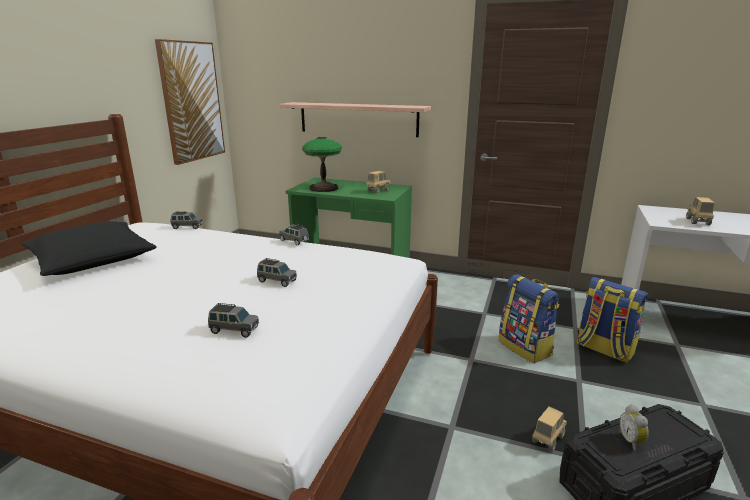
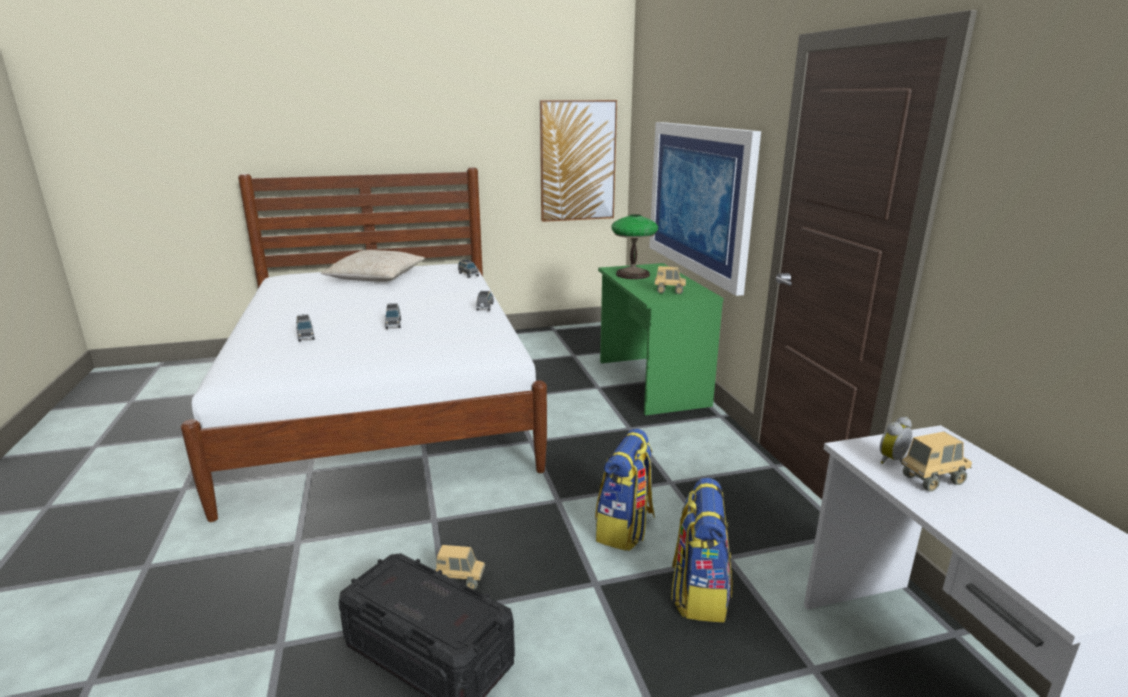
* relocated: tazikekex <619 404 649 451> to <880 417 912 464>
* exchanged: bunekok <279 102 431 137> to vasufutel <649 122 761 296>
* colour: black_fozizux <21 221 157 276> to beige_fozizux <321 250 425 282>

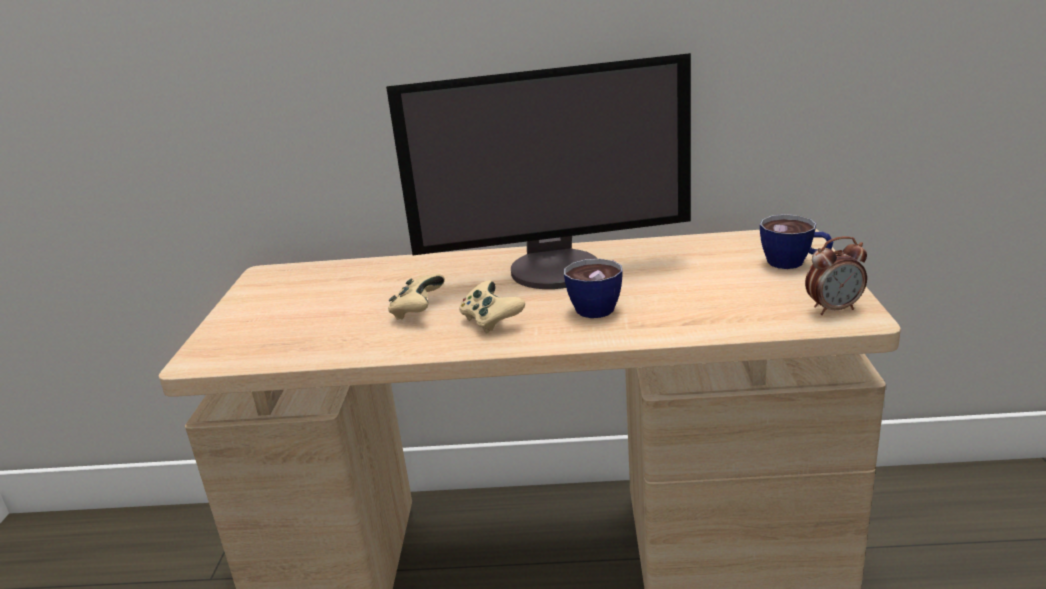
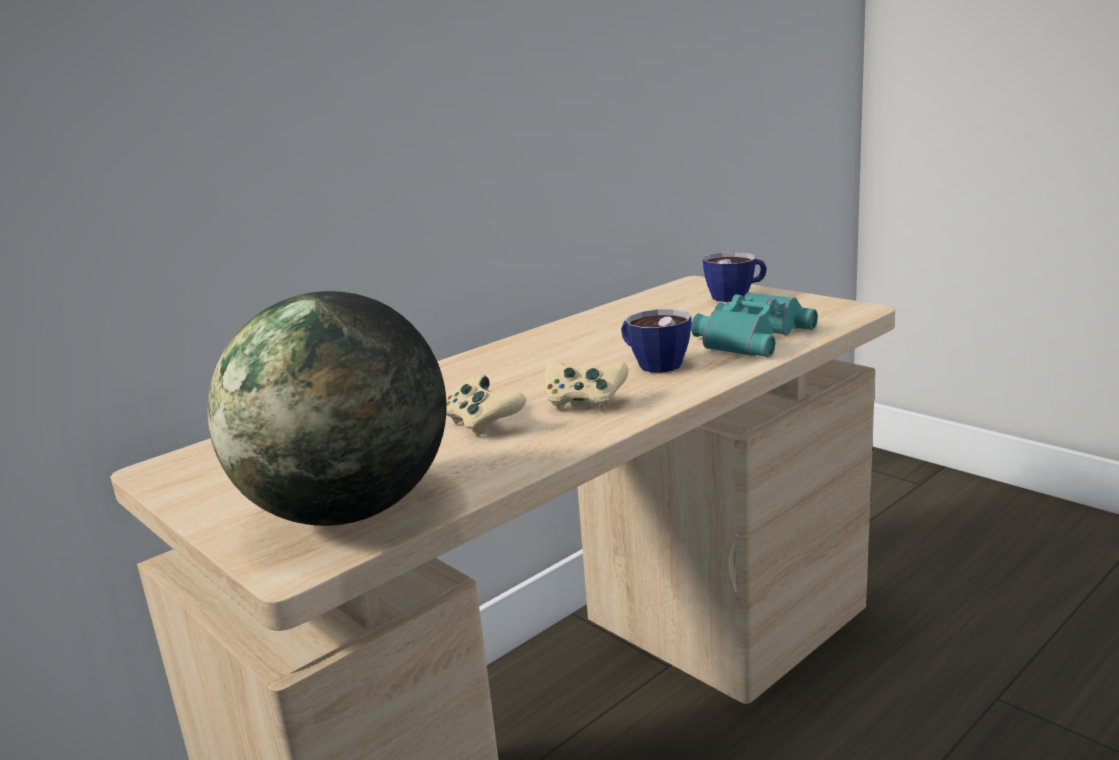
* missing: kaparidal <386 53 691 289>
* missing: tazikekex <805 236 867 315>
* appeared: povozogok <207 291 446 526>
* appeared: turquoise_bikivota <691 292 818 357>

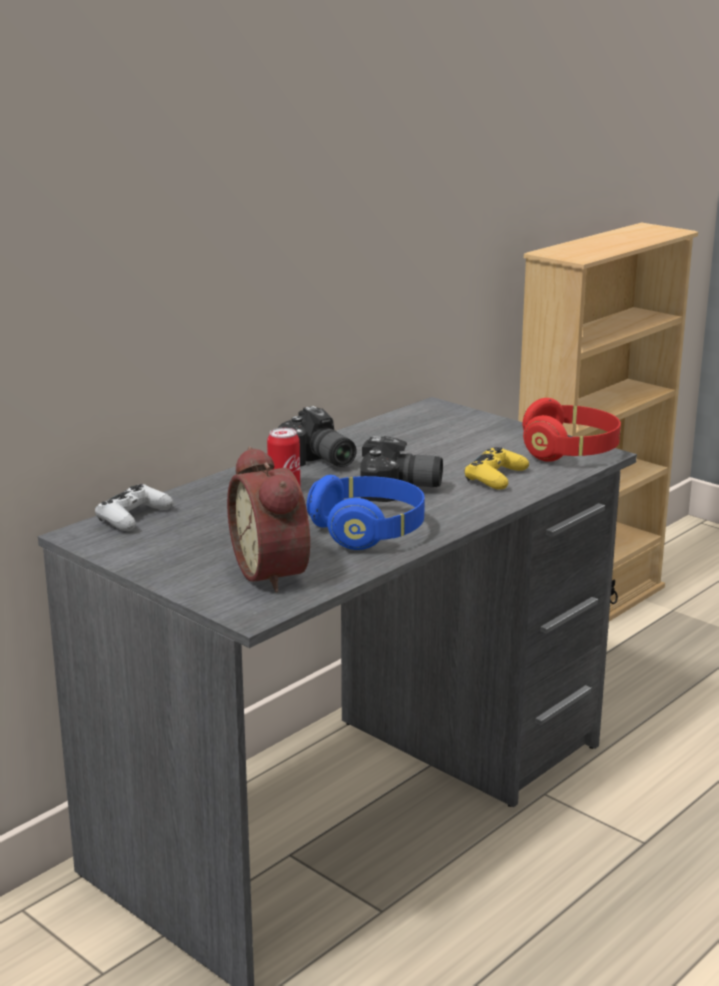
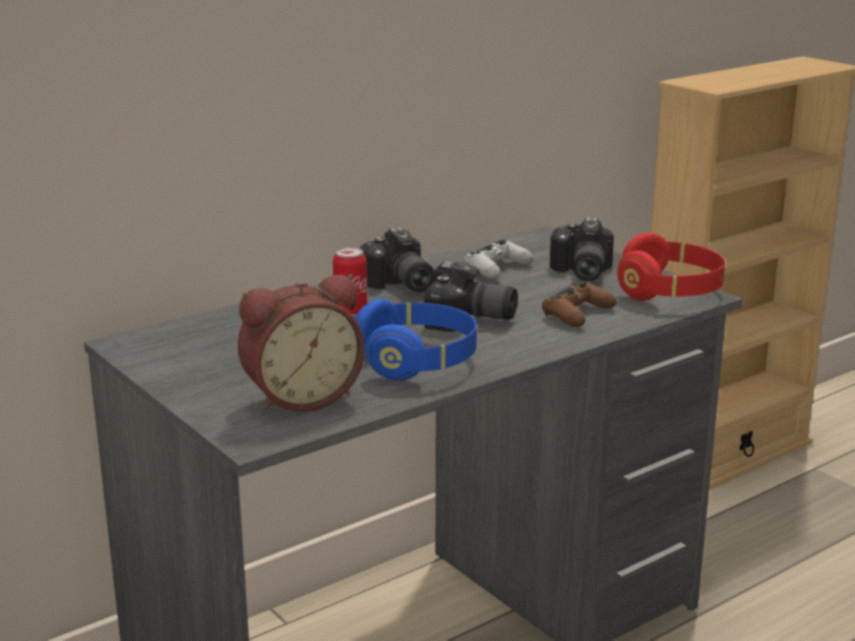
* appeared: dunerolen <550 217 614 282>
* relocated: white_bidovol <95 484 174 531> to <464 240 533 279>
* colour: yellow_bidovol <465 447 529 490> to brown_bidovol <542 281 617 327>
* spun: tazikekex <227 446 310 592> = <237 274 365 413> 105 degrees counterclockwise

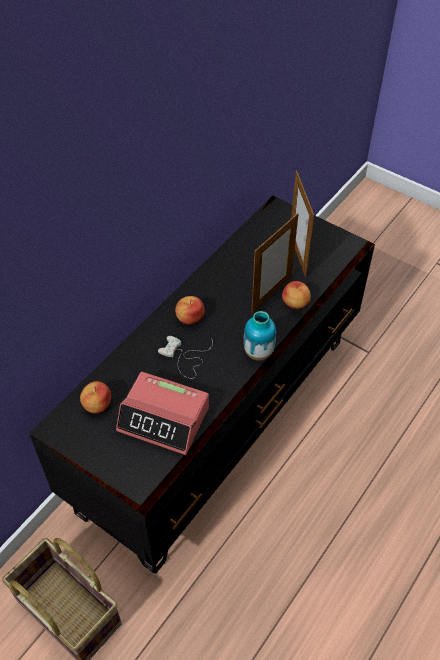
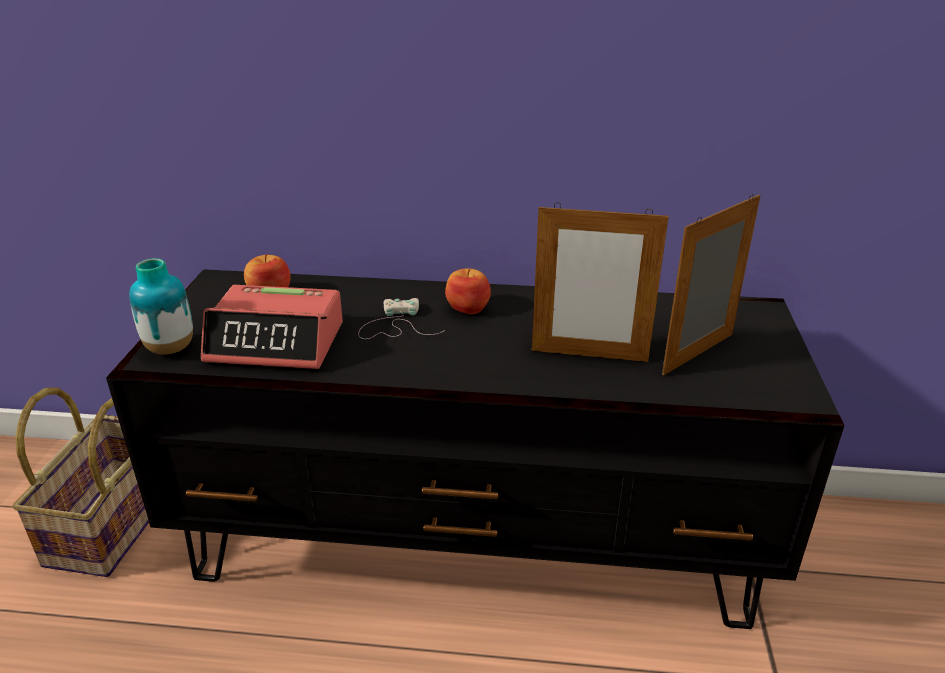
* missing: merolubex <282 281 311 309>
* relocated: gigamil <244 311 276 361> to <129 258 193 355>
* spun: tazikekex <116 372 209 455> = <201 285 343 369> 75 degrees counterclockwise

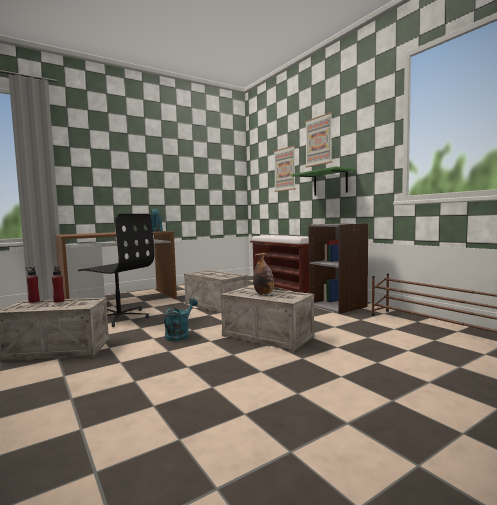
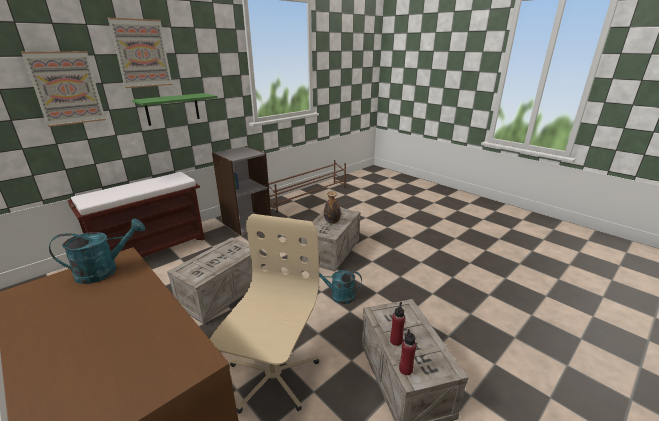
* colour: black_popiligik <78 214 155 327> to beige_popiligik <210 214 319 414>

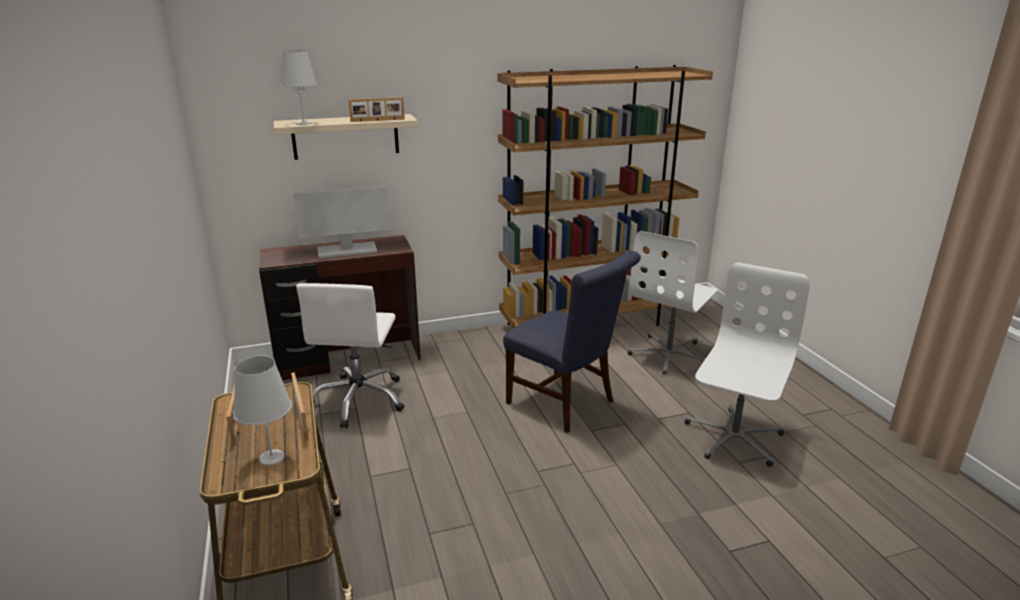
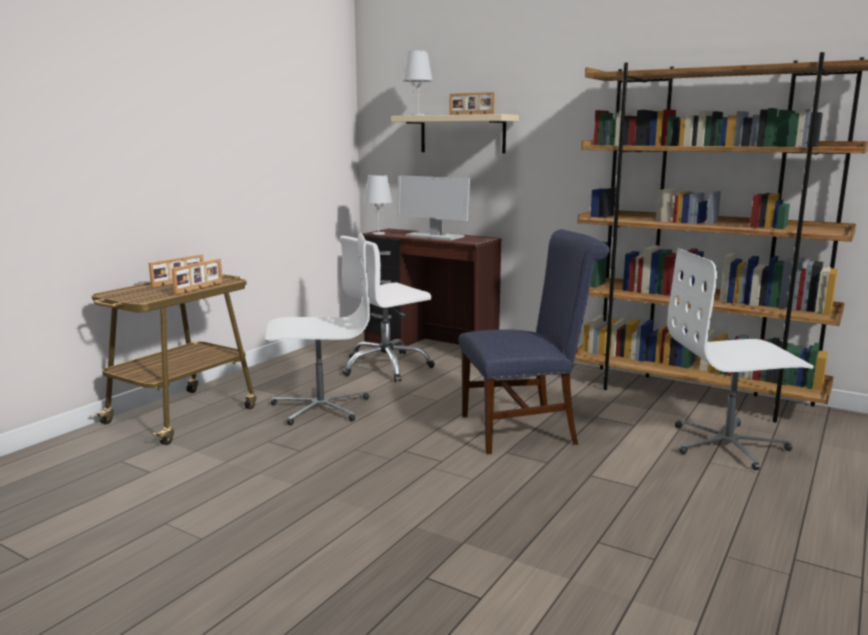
* relocated: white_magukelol <233 356 292 466> to <364 175 393 235>
* relocated: white_popiligik <684 262 810 467> to <265 233 370 425>
* spun: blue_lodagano <503 251 641 433> = <459 229 609 454> 105 degrees counterclockwise

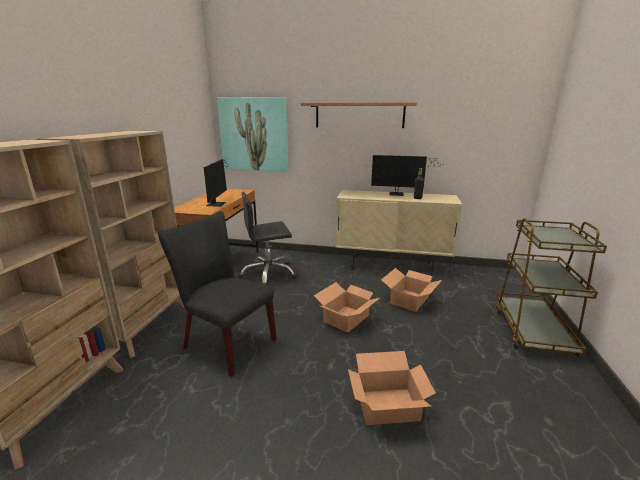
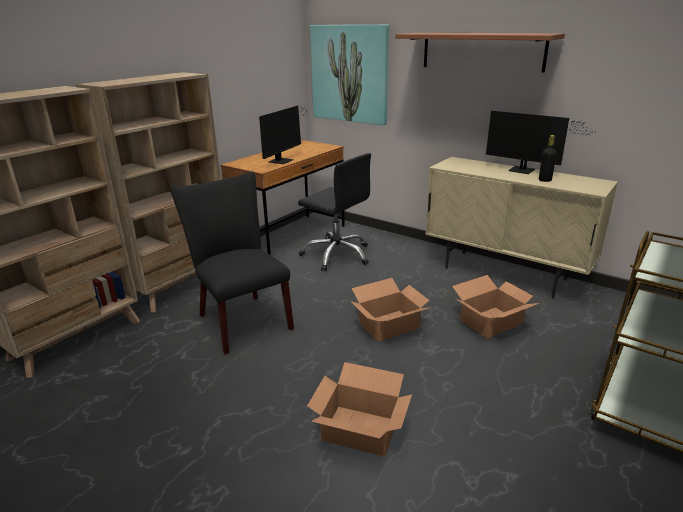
* spun: black_popiligik <238 192 297 285> = <298 153 371 271> 150 degrees counterclockwise

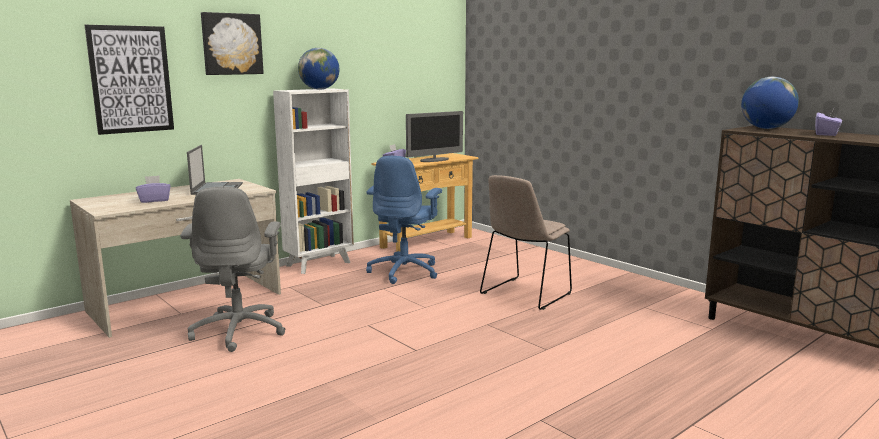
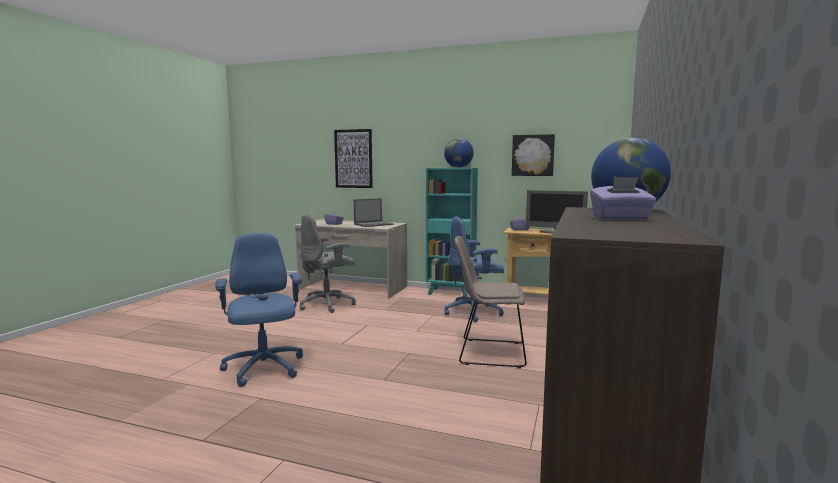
* appeared: blue_popiligik <215 233 303 387>
* relocated: vasufutel <201 12 264 75> to <512 134 555 176>
* colour: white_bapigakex <273 88 354 274> to turquoise_bapigakex <426 168 478 297>

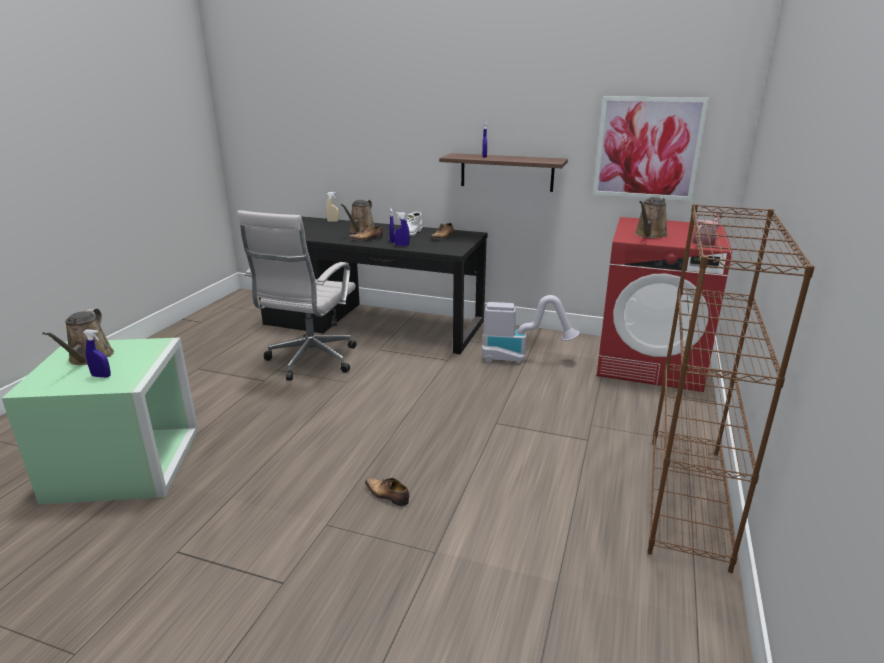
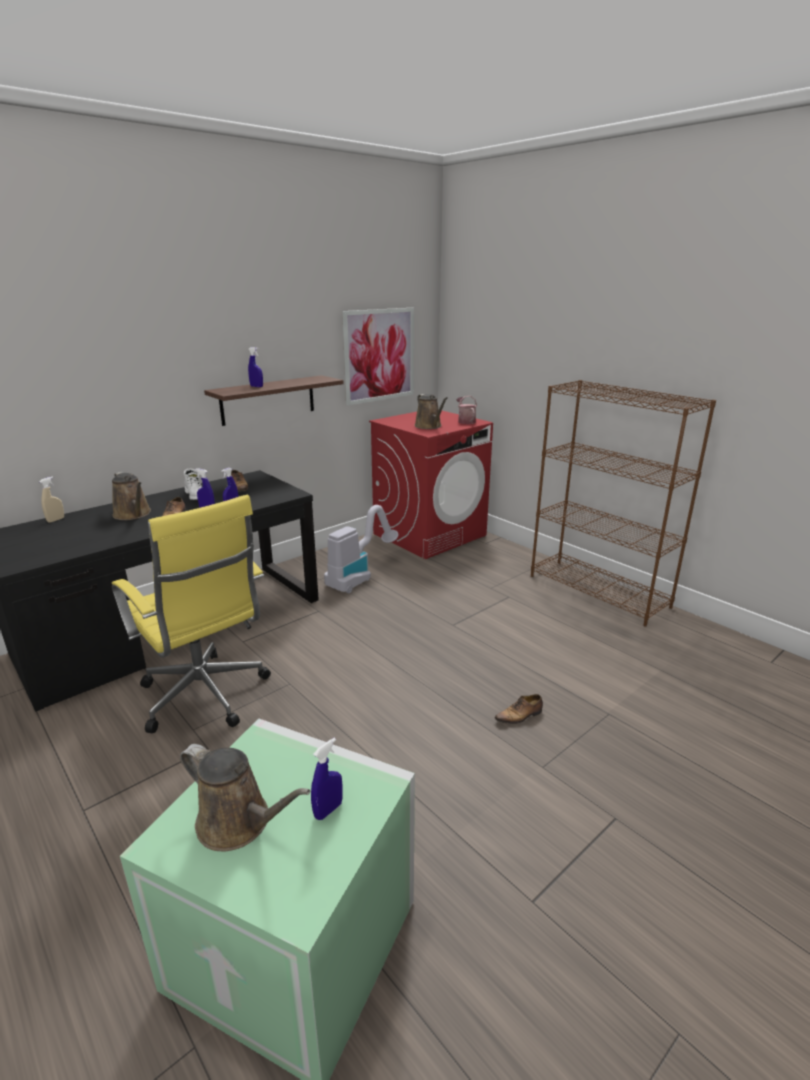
* colour: white_popiligik <237 210 356 381> to yellow_popiligik <112 495 271 733>

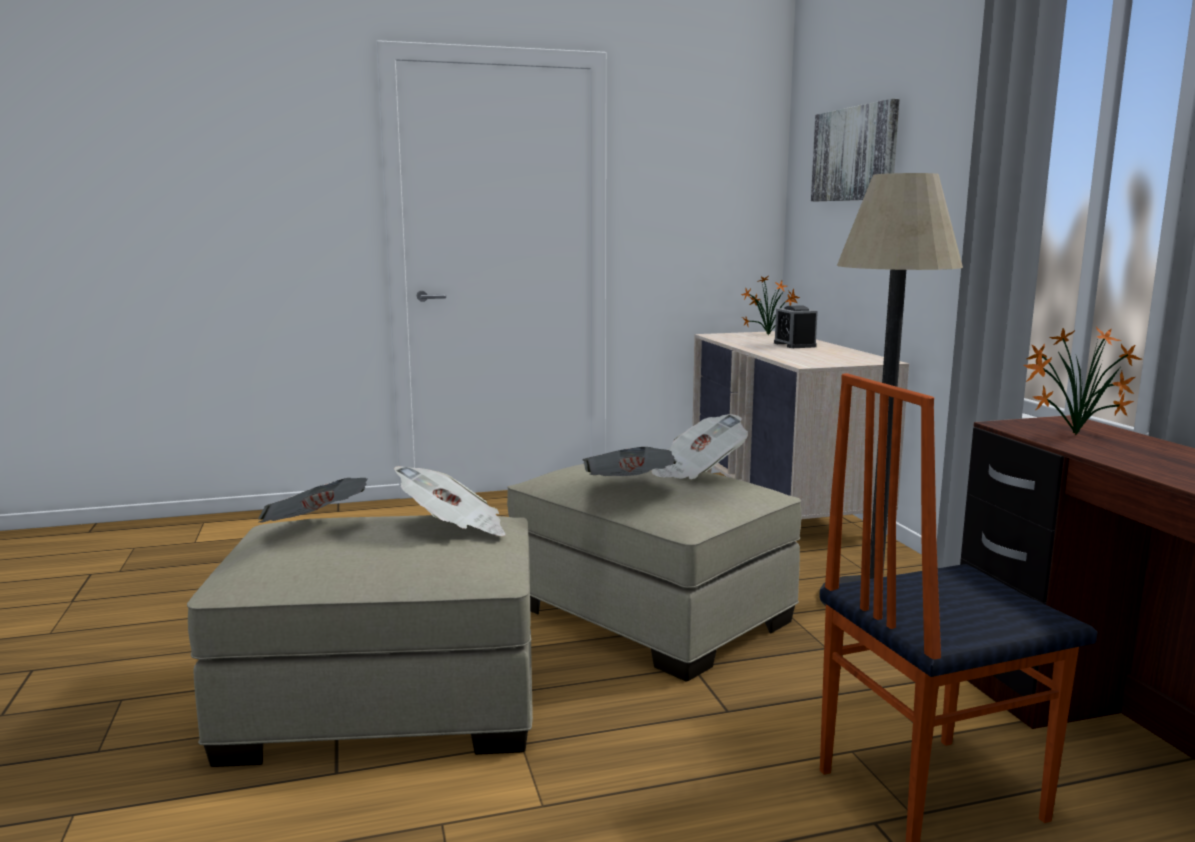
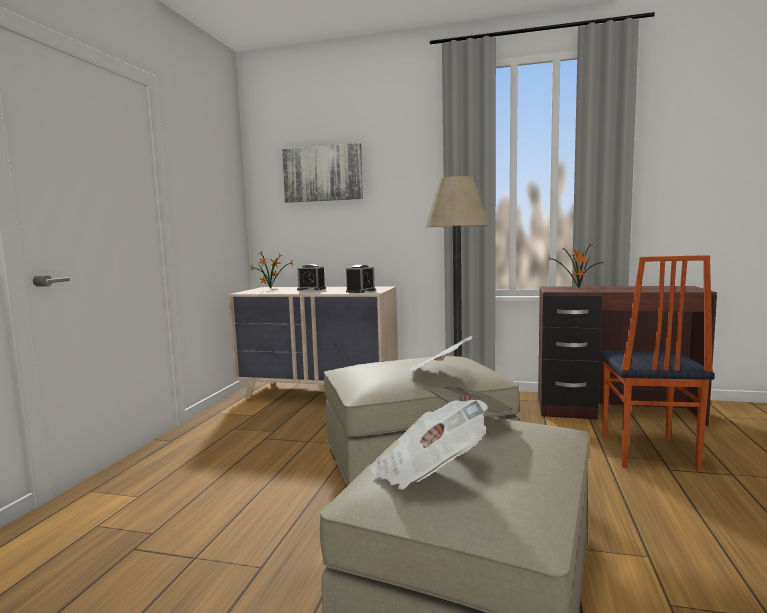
* missing: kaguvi <651 414 748 479>
* appeared: tazikekex <346 265 375 293>

